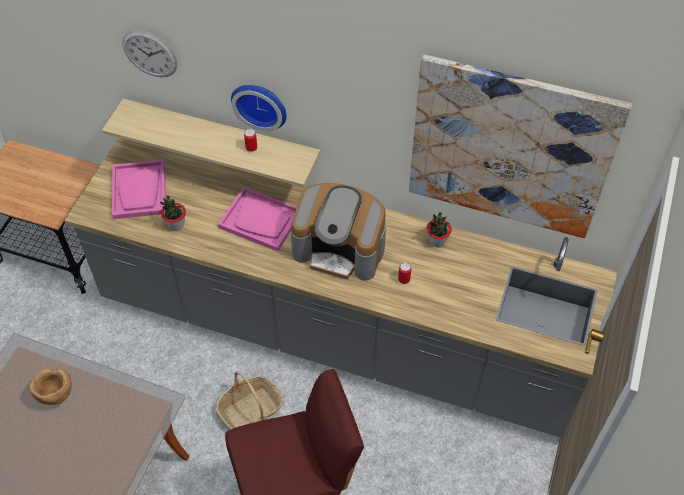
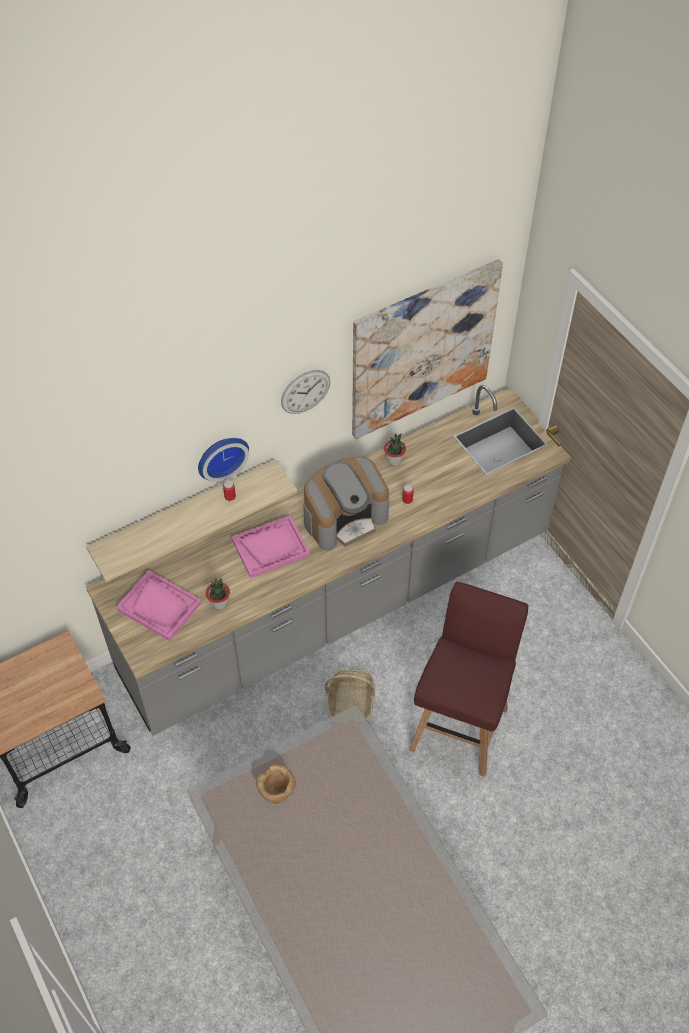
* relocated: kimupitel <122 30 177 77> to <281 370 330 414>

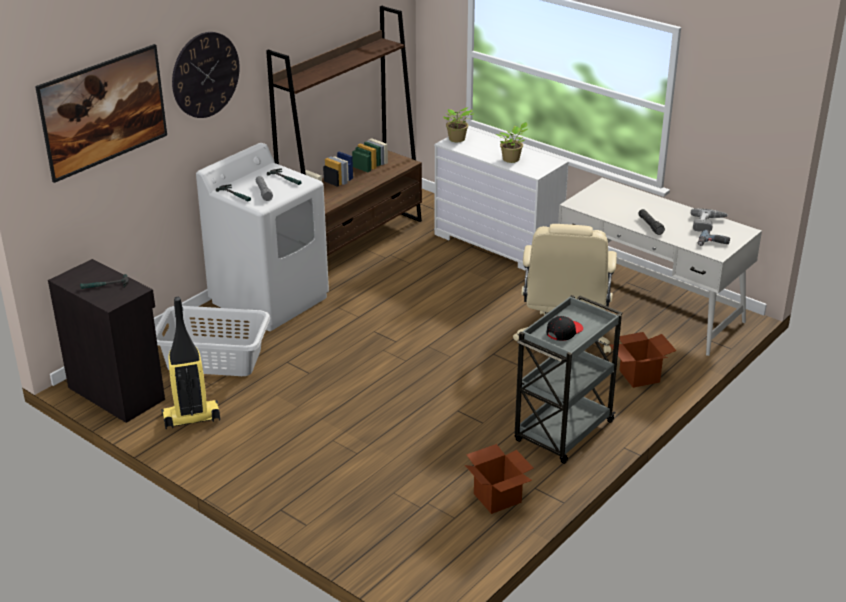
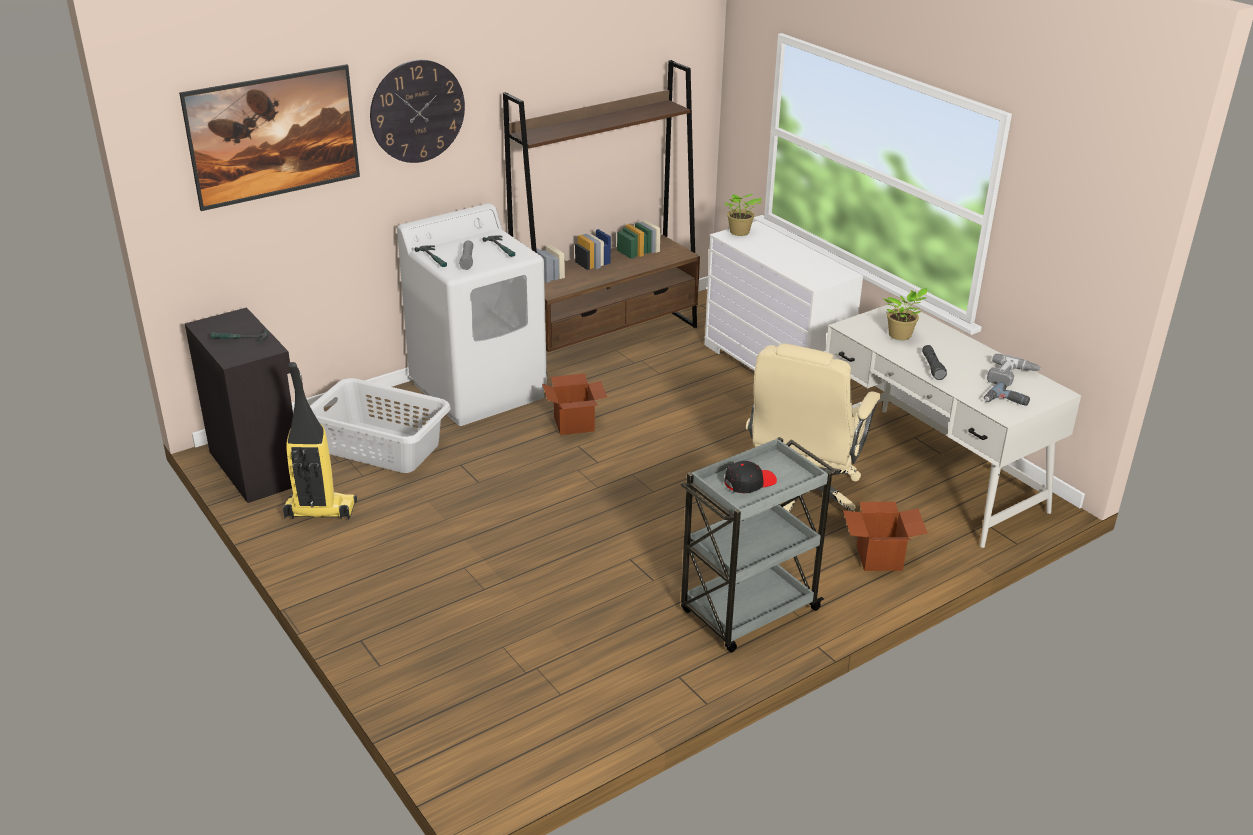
* relocated: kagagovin <465 444 534 514> to <542 373 607 435>
* relocated: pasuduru <496 122 528 163> to <883 288 928 340>

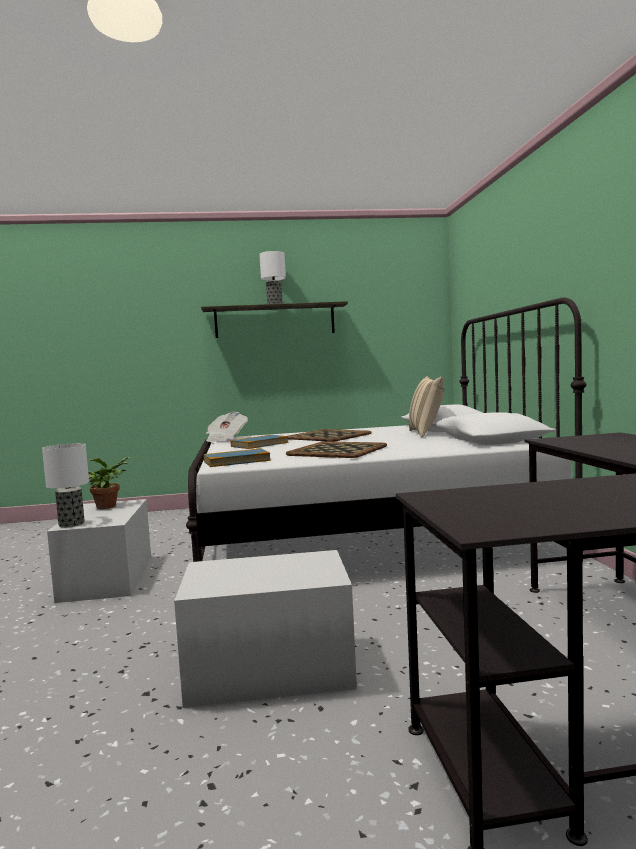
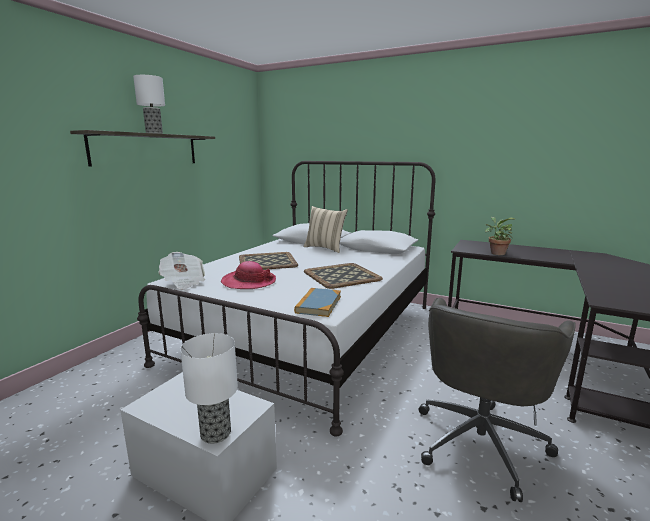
* relocated: pasuduru <88 457 130 509> to <485 217 516 255>
* exchanged: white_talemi <174 550 357 708> to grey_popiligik <418 298 576 502>
* exchanged: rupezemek <230 435 288 449> to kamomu <221 261 276 289>

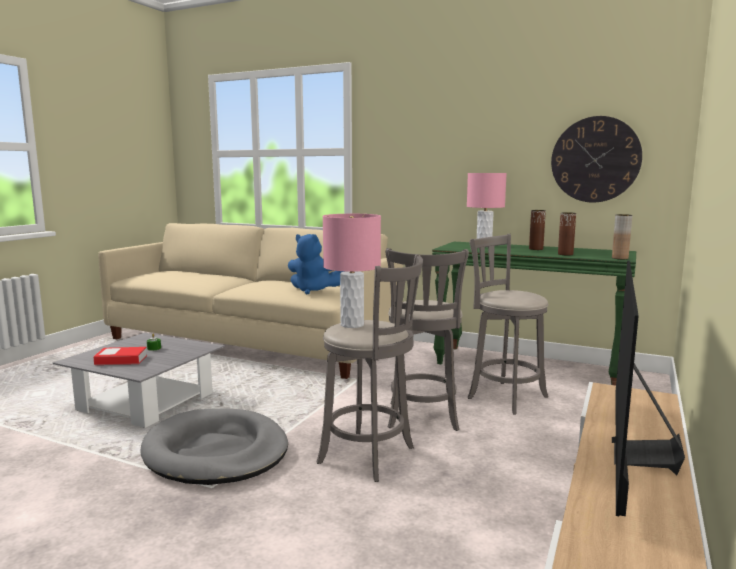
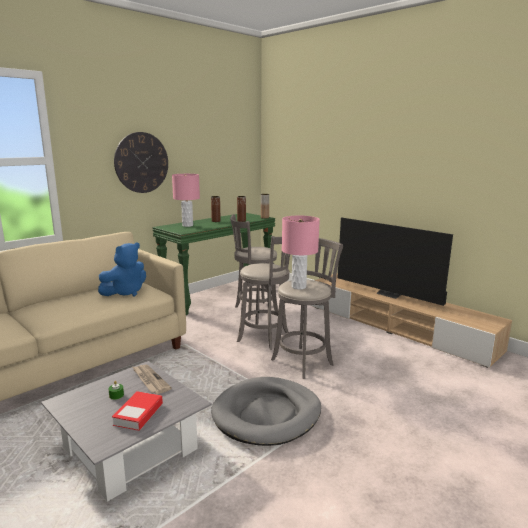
* appeared: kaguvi <133 364 172 394>
* relocated: kimupitel <551 116 642 203> to <114 132 168 193>

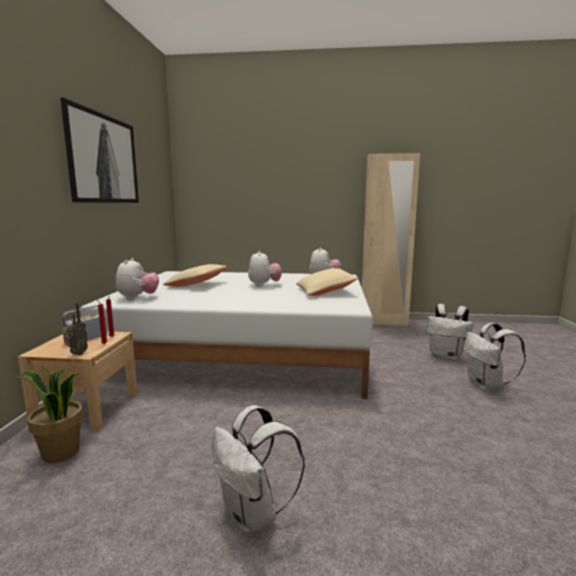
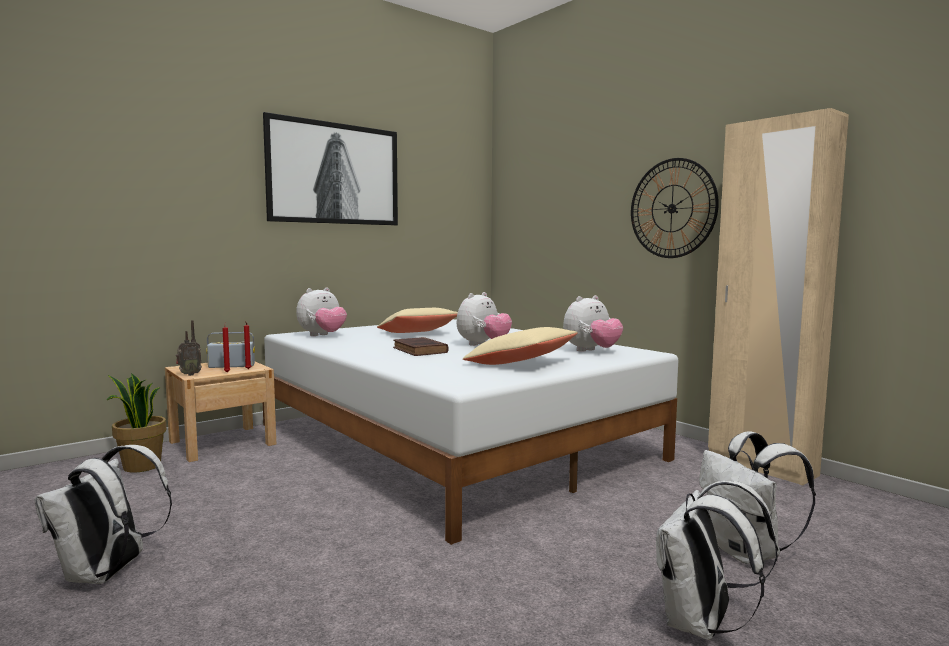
* appeared: brown_rupezemek <393 337 448 356>
* appeared: kimupitel <631 158 719 258>

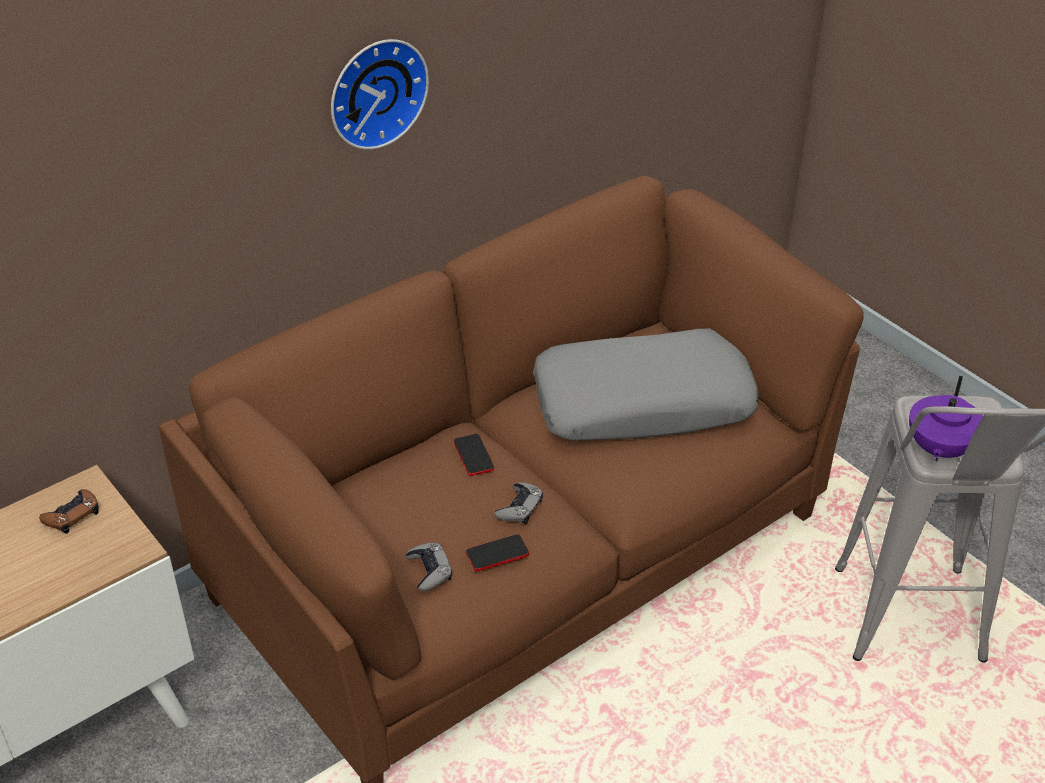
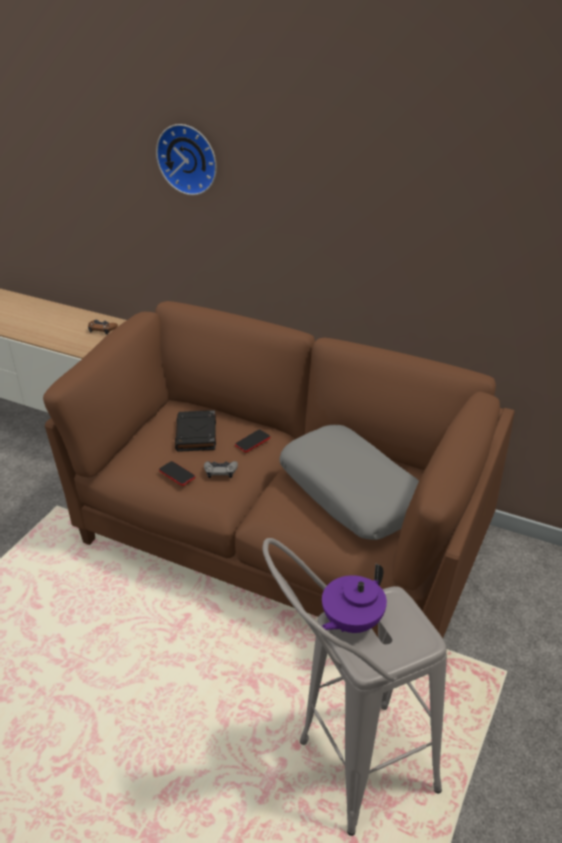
* missing: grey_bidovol <406 543 452 591>
* appeared: black_rupezemek <175 410 216 452>
* relocated: kimupitel <331 39 429 150> to <156 124 217 195>
* spun: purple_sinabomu <909 376 983 461> = <322 564 387 633> 45 degrees counterclockwise

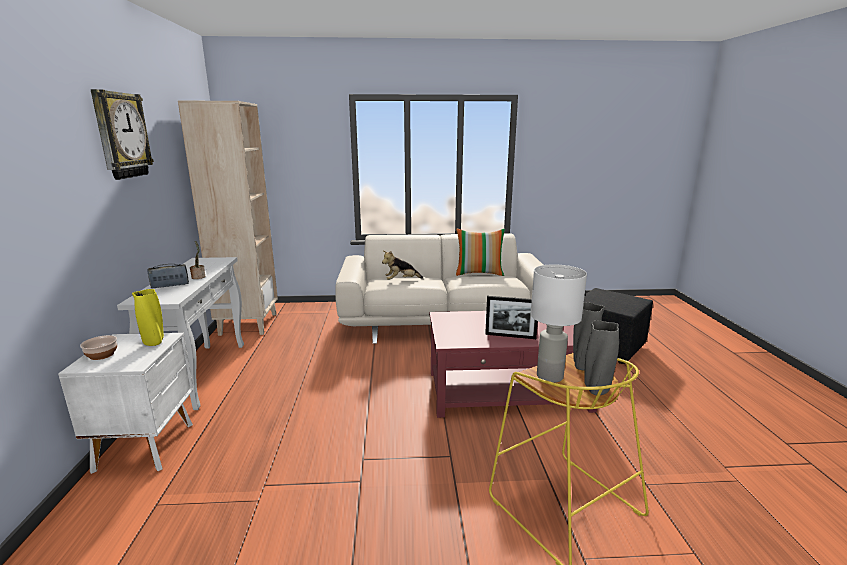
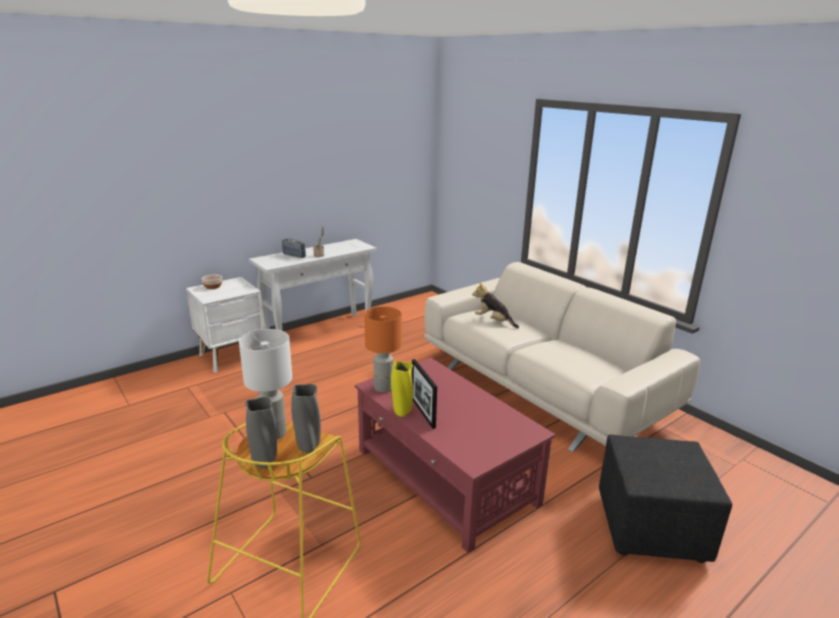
* missing: kimupitel <90 89 154 180>
* missing: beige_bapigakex <178 101 278 336>
* missing: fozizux <456 229 505 276>
* appeared: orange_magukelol <364 306 402 393>
* relocated: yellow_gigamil <132 289 164 346> to <391 361 413 417>

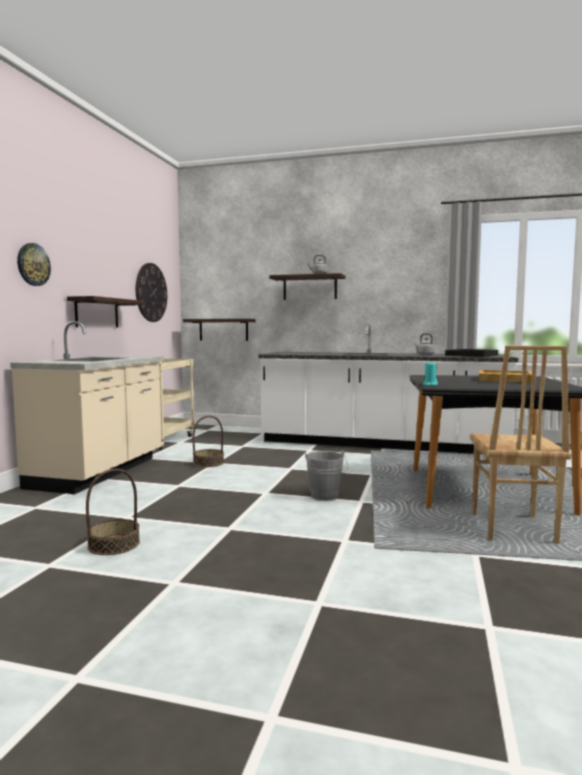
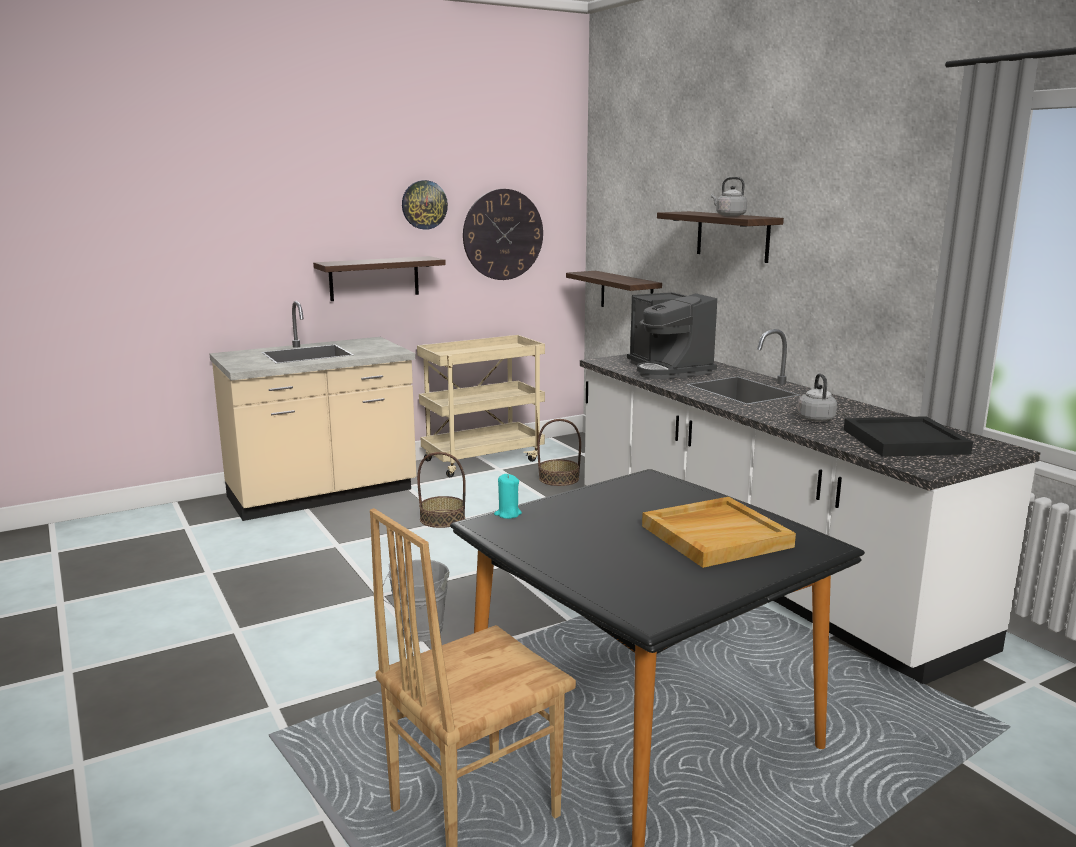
* appeared: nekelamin <627 292 717 379>
* relocated: kimupitel <17 243 51 286> to <402 180 448 230>
* relocated: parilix <86 469 140 555> to <537 419 581 486>

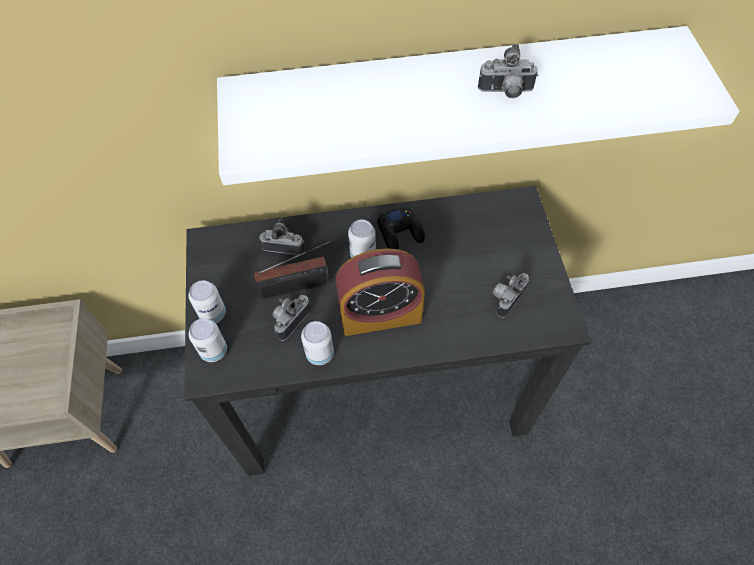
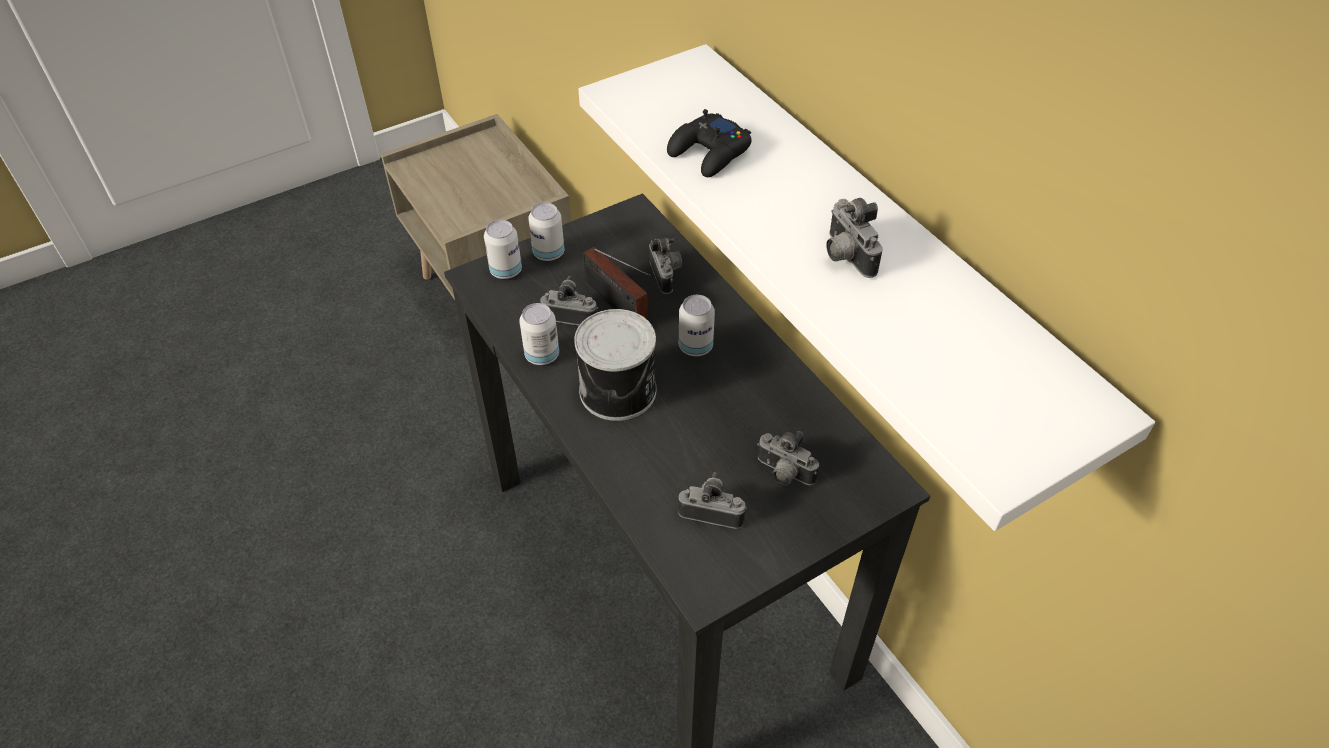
* appeared: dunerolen <757 431 819 485>
* relocated: black_bidovol <377 206 425 249> to <667 109 752 177>
* exchanged: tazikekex <336 248 425 336> to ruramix <574 309 656 421>

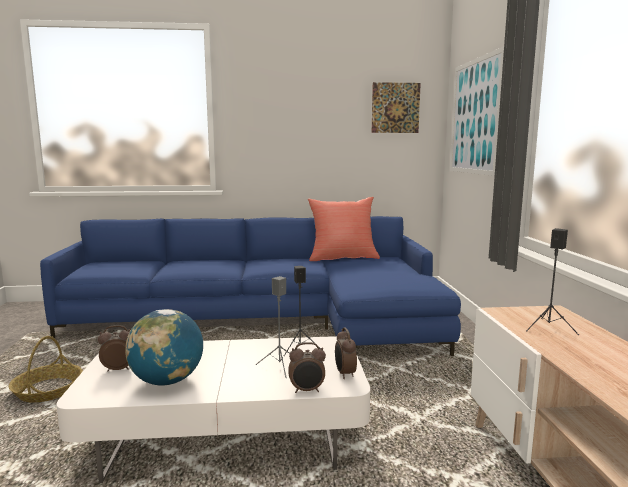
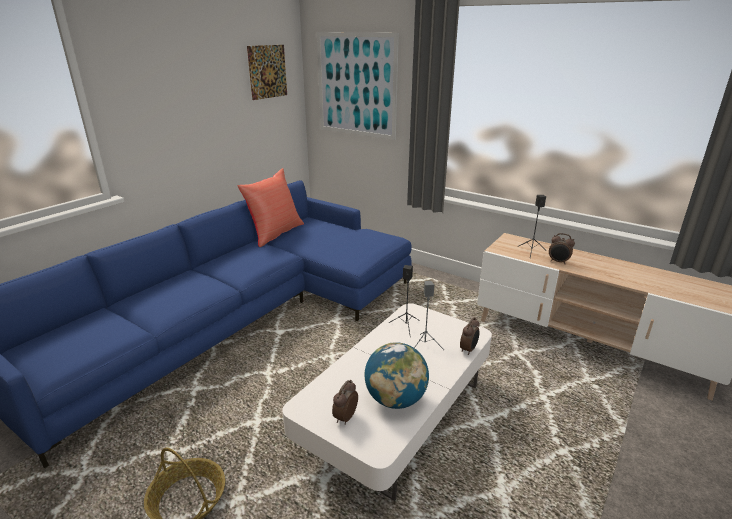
* relocated: tazikekex <335 328 357 379> to <549 233 575 264>

